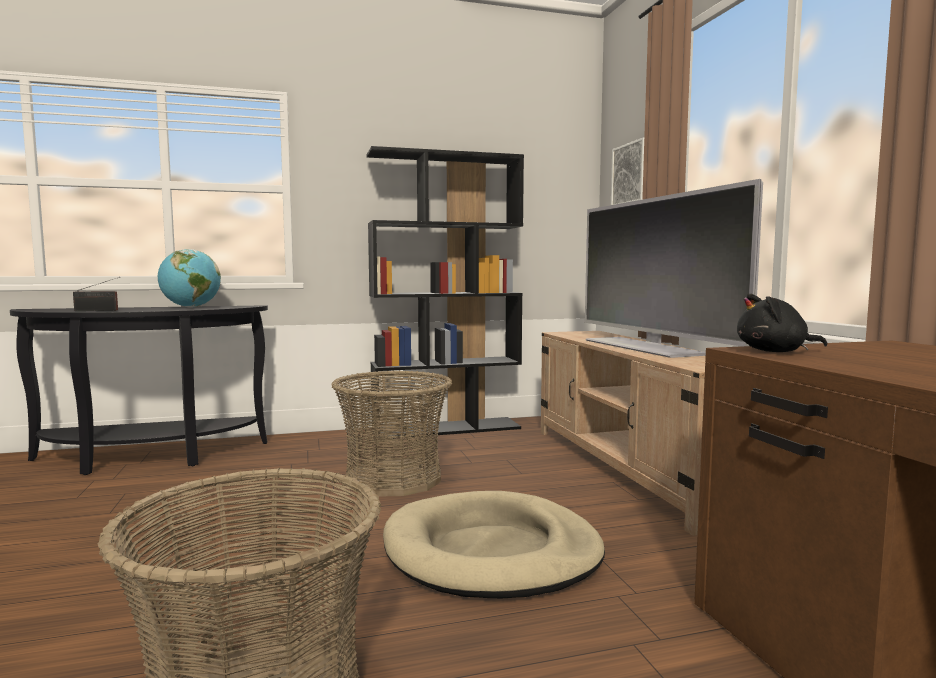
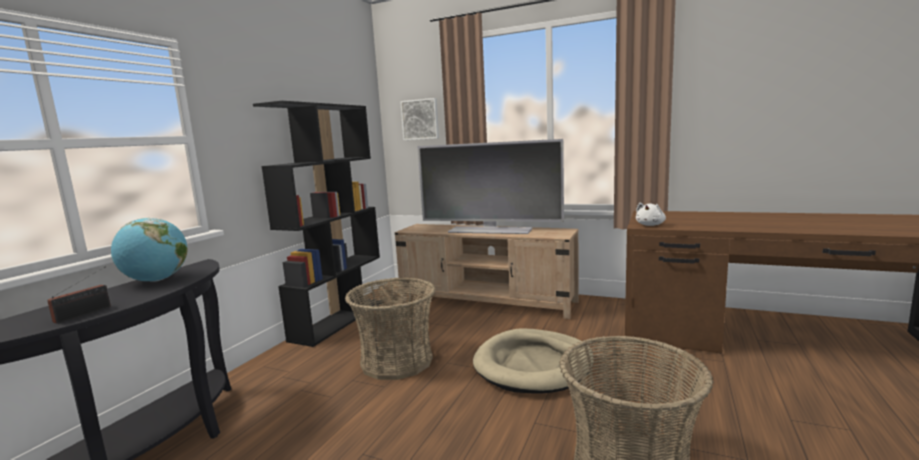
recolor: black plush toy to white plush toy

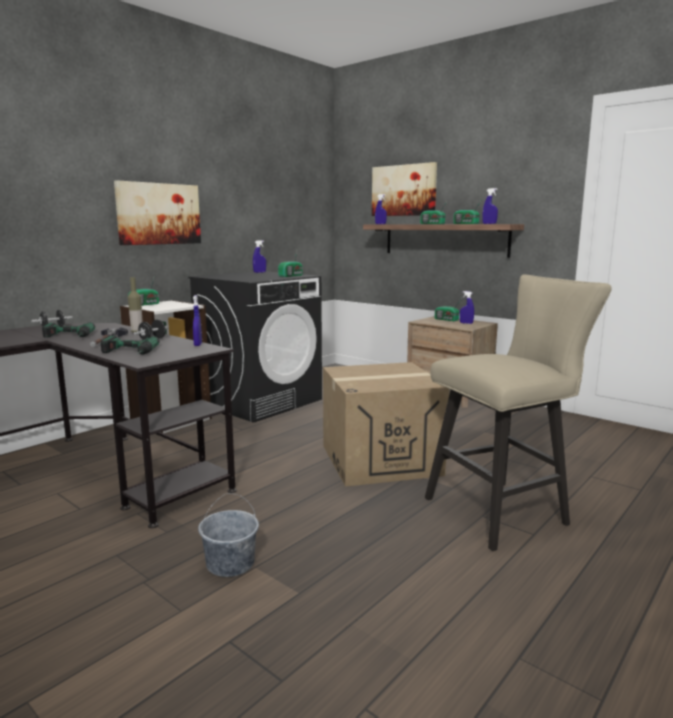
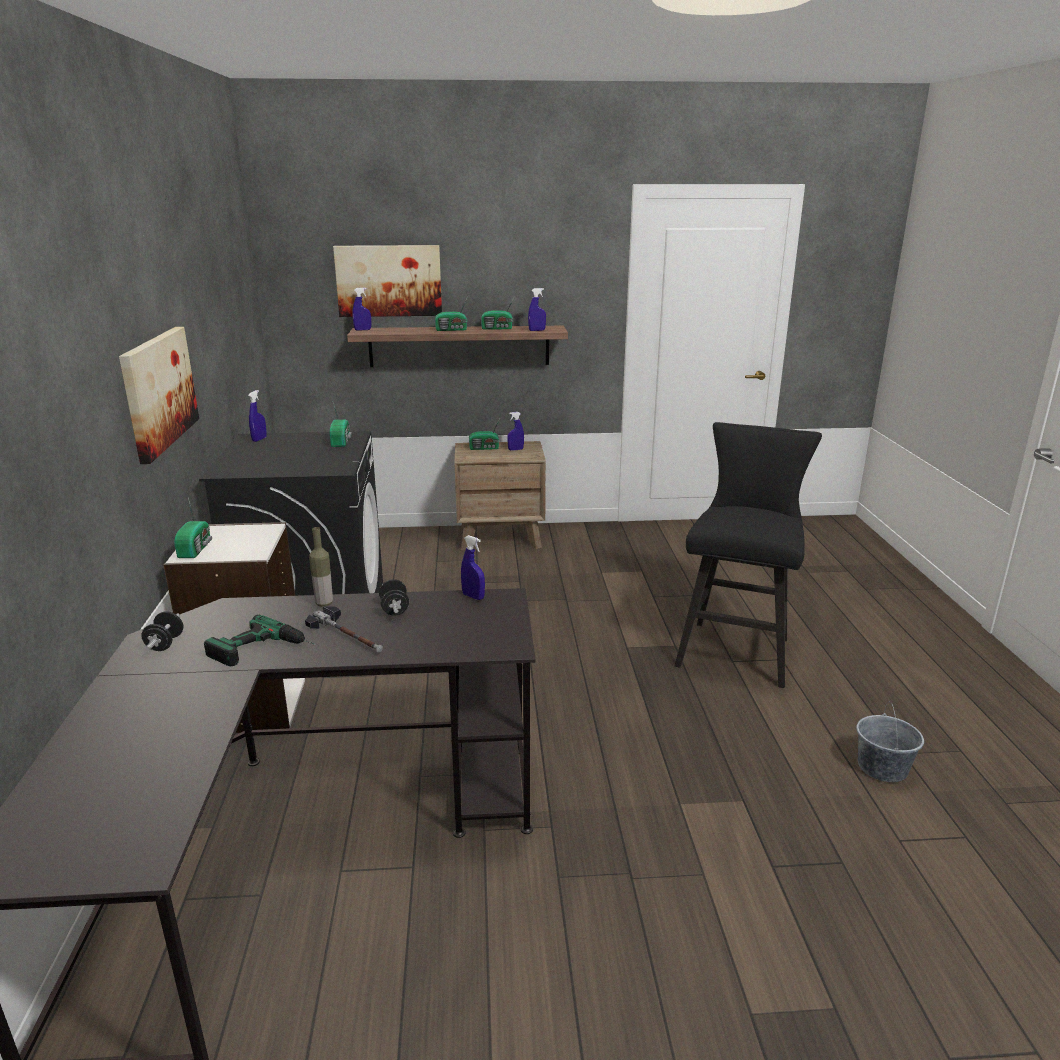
delete: power drill (2nd from left); cardboard box
move: grey bucket
recolor: beige stool to black stool

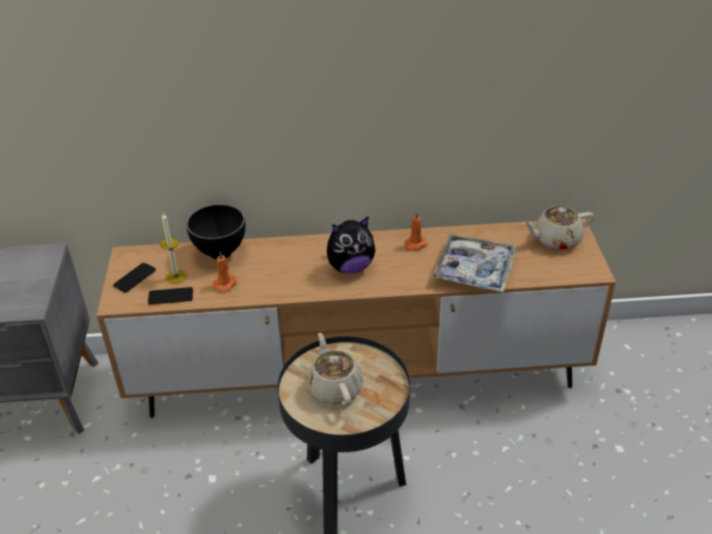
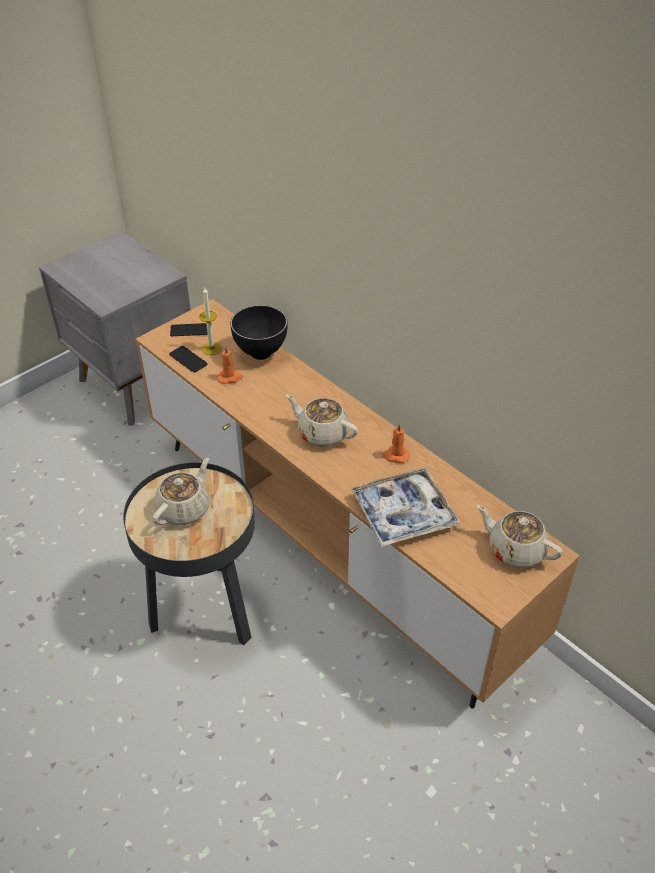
replace: plush toy to beige teapot (2nd from left)

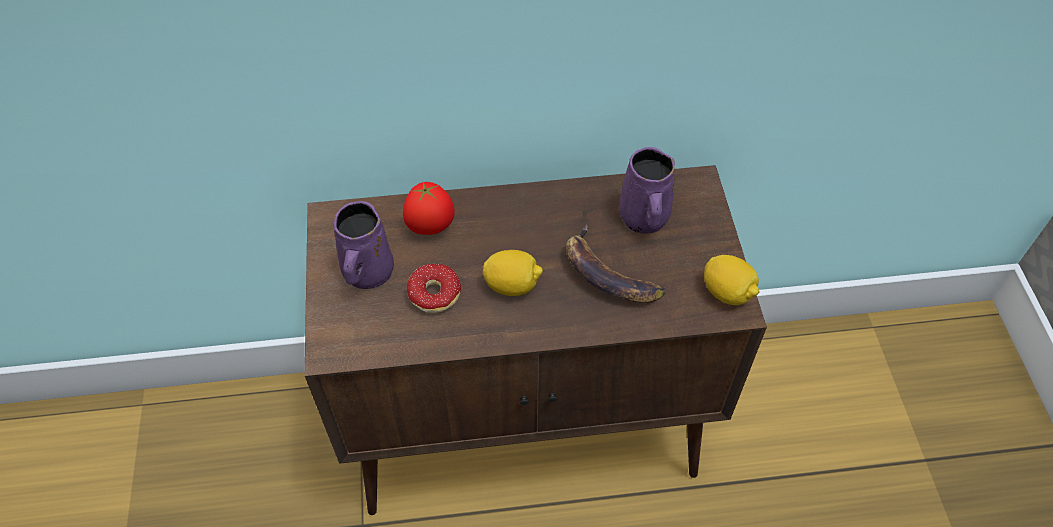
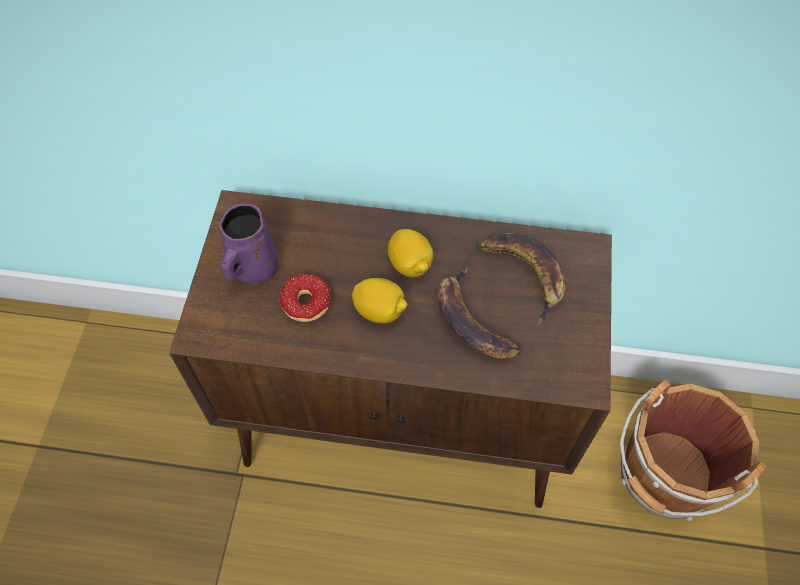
delete: tomato
insert: brown bucket
move: lemon (2nd from left)
replace: purple mug (2nd from left) to banana (2nd from left)

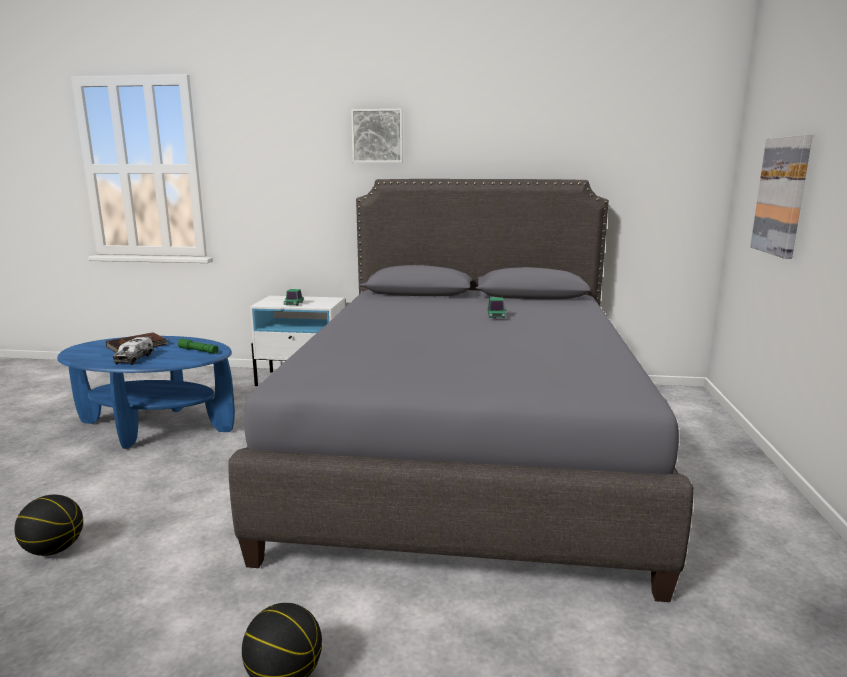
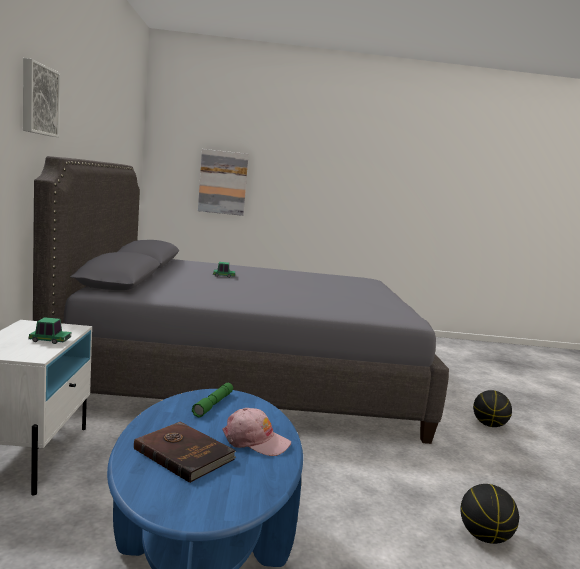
replace: toy truck to pink cap

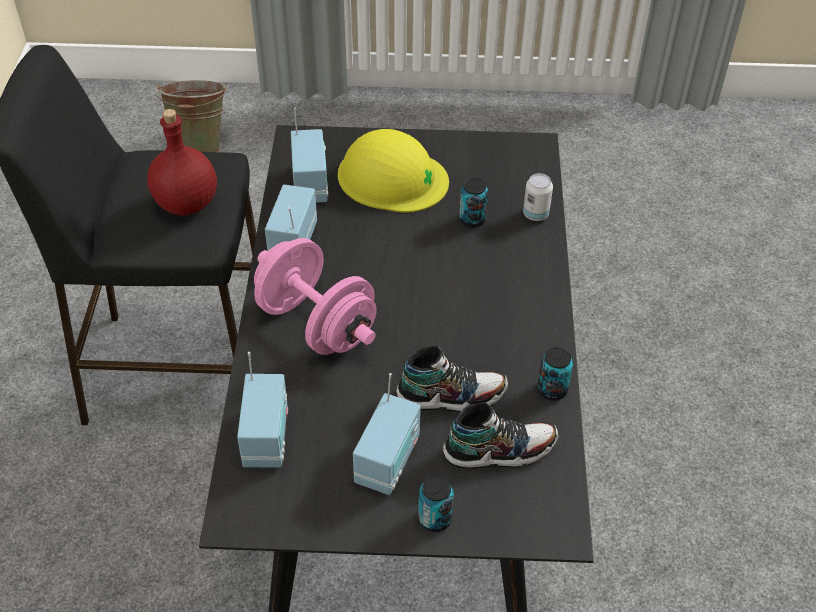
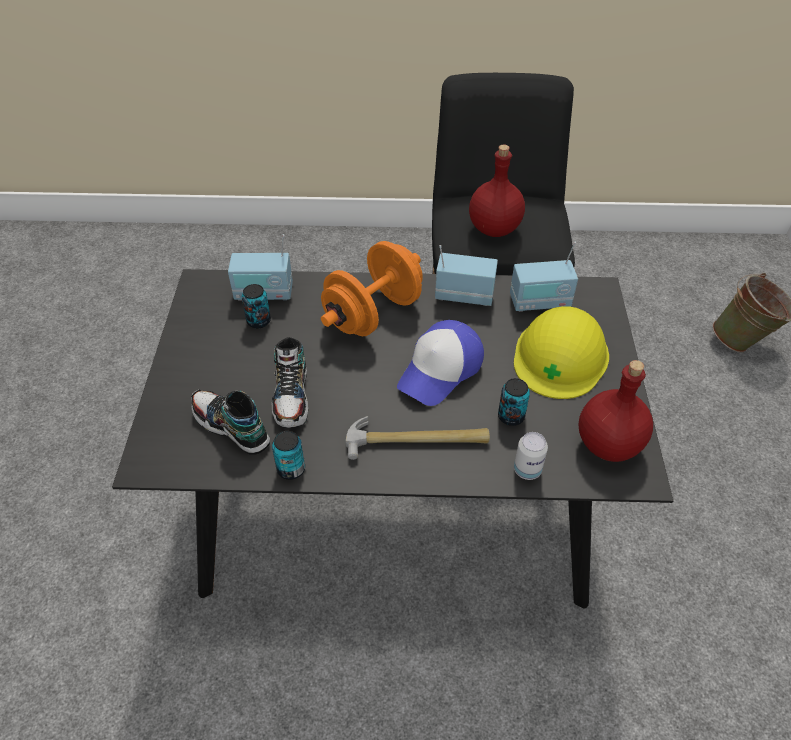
delete: radio (4th from left)
insert: hammer; cap; red bottle (2nd from left)
move: can (1st from left)
recolor: pink dumbbell to orange dumbbell
rotate: shoe (2nd from left in the first image) 135 degrees clockwise

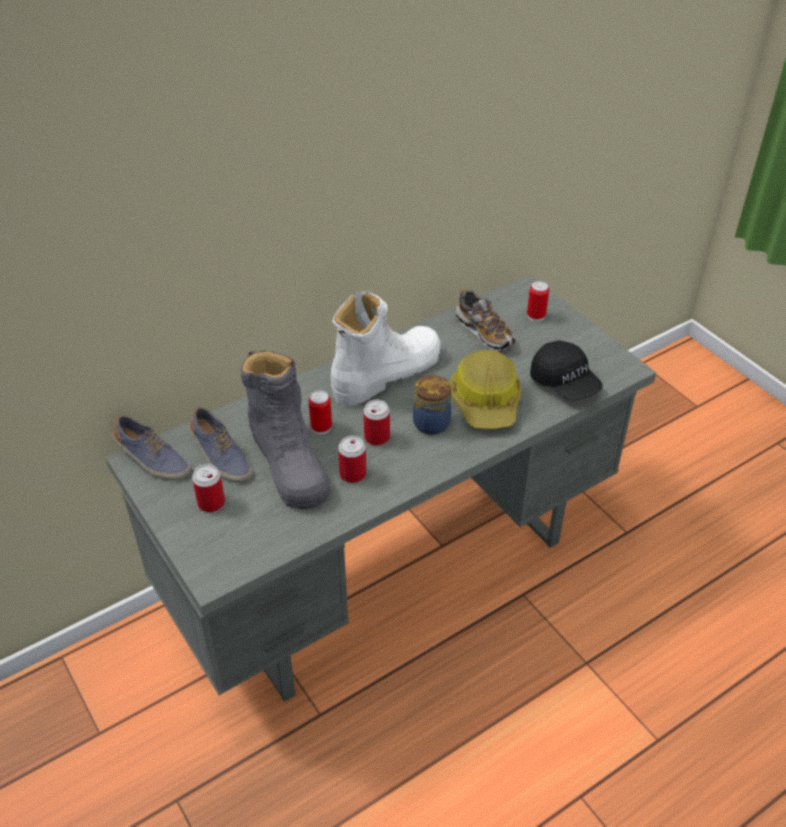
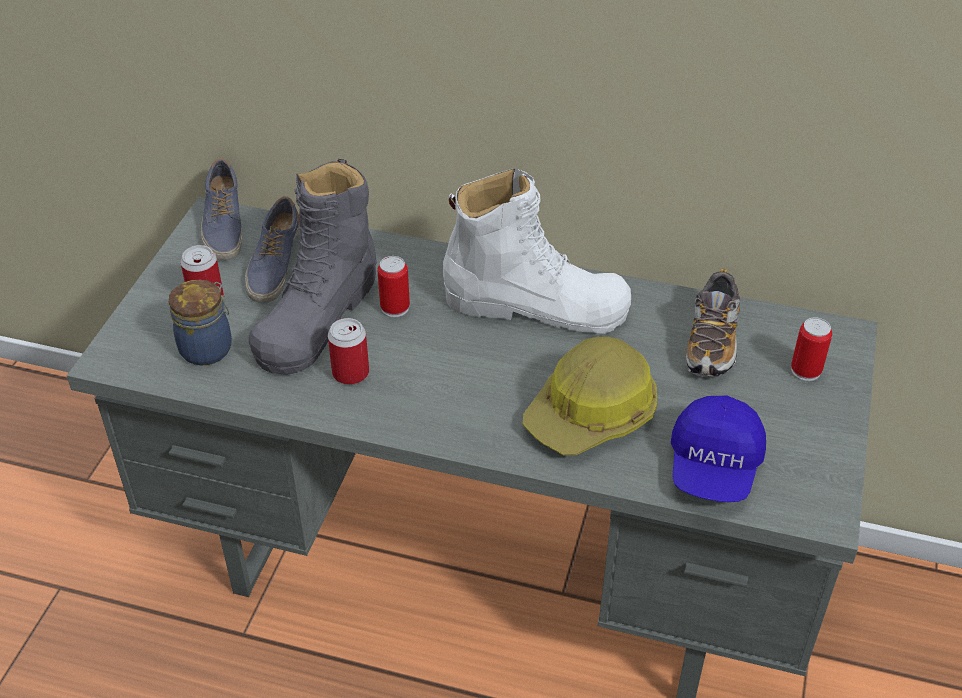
delete: can (4th from left)
move: jar
recolor: black cap to blue cap

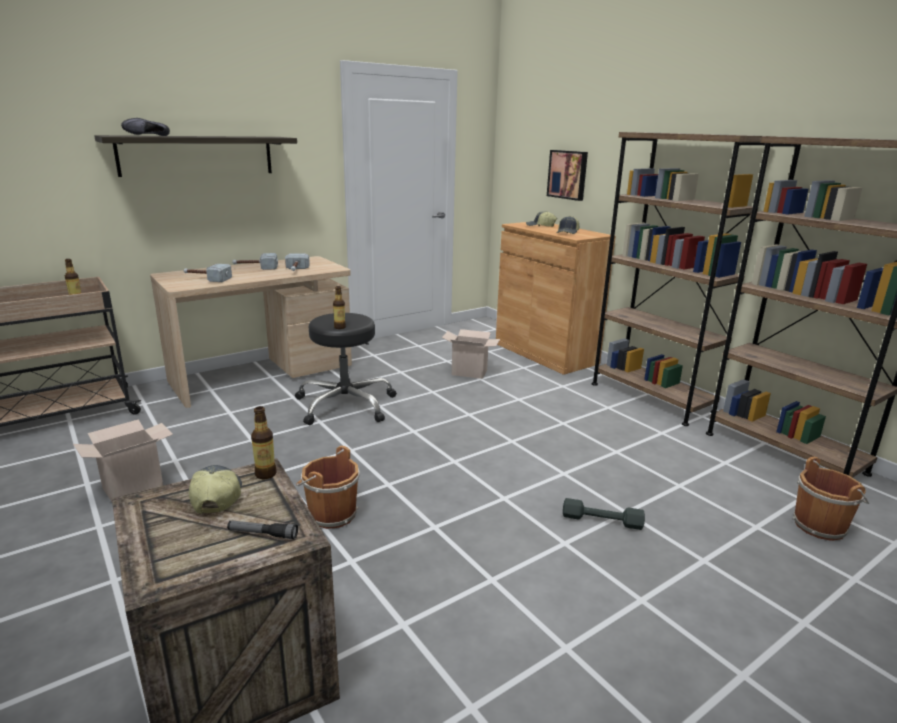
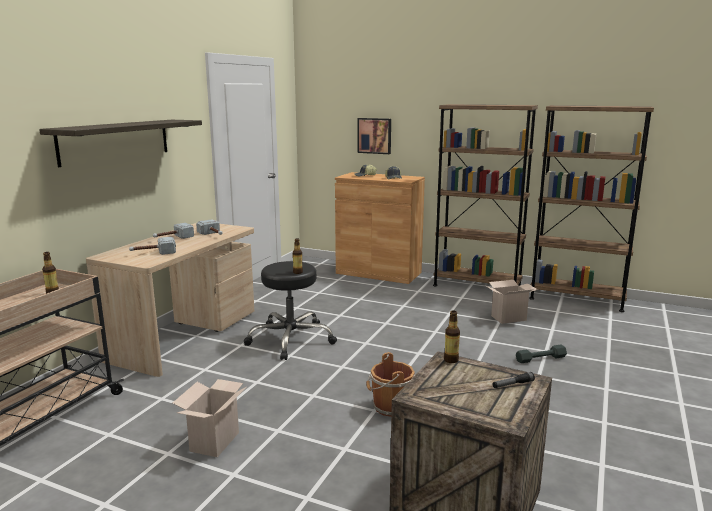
delete: black shoe; cap (1st from left); brown bucket (2nd from left)
move: cardboard box (2nd from left)

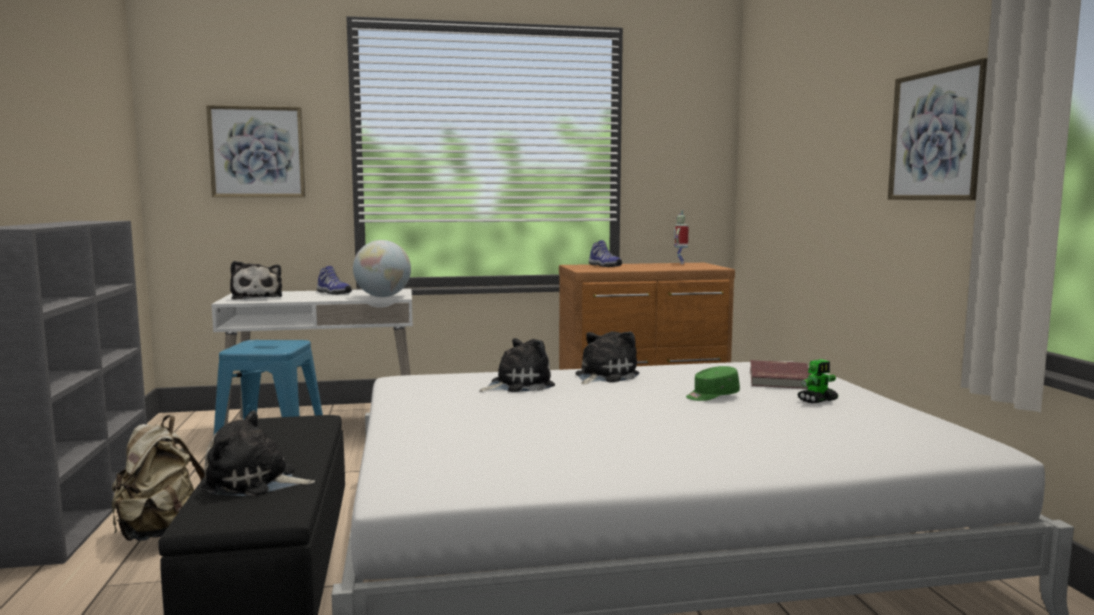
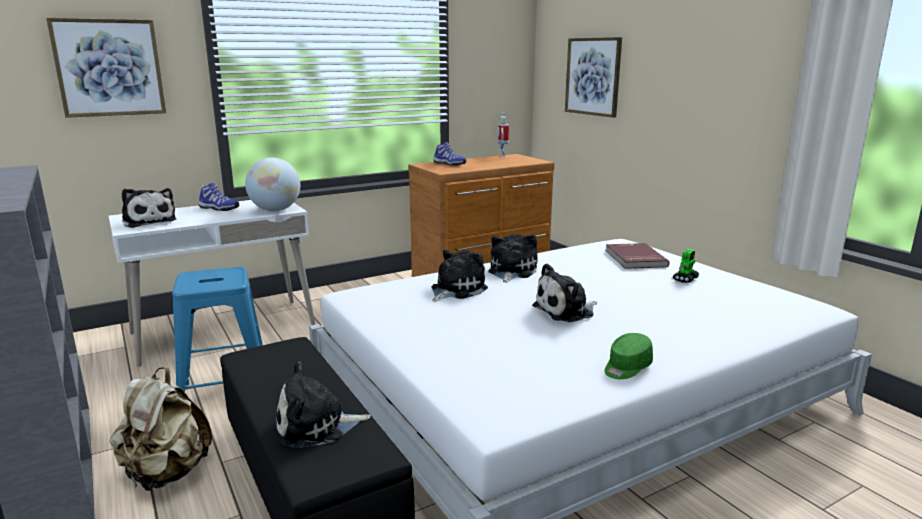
insert: plush toy (5th from left)
move: green cap; picture (2nd from left)

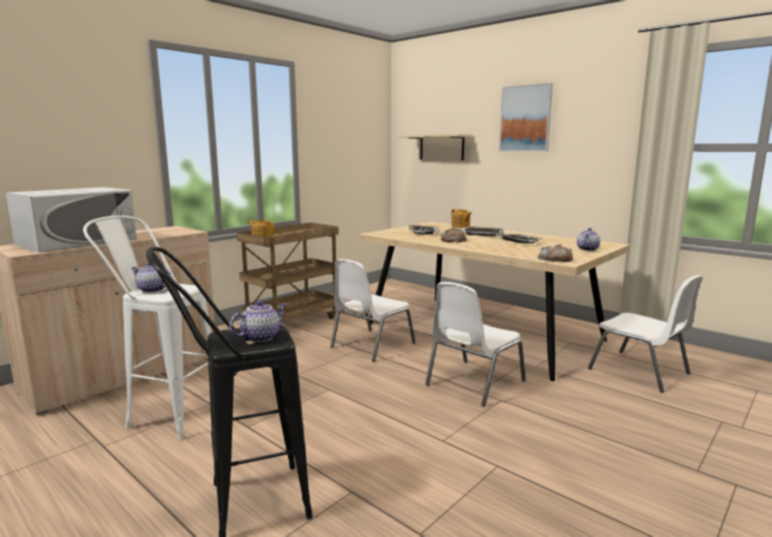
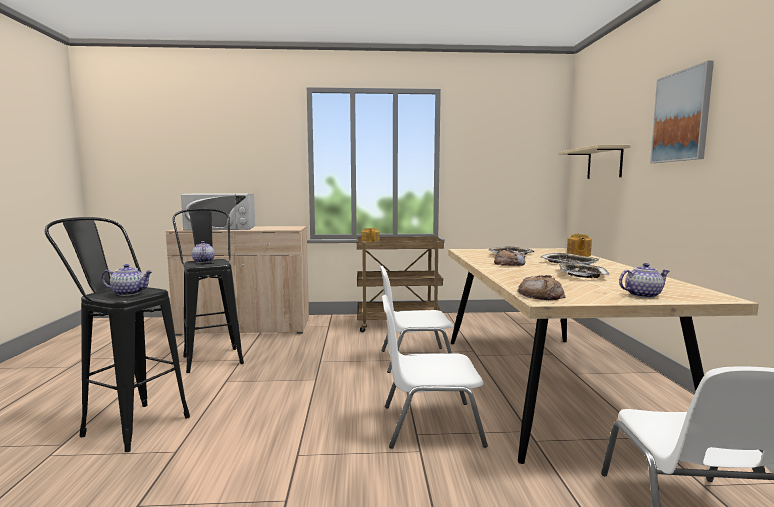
recolor: white stool to black stool (2nd from left)

